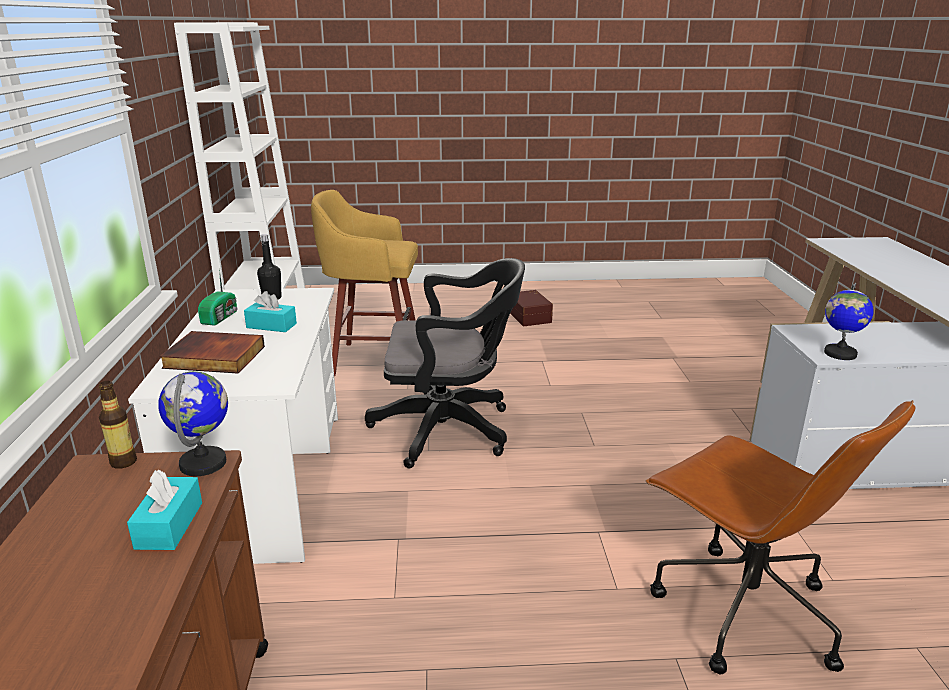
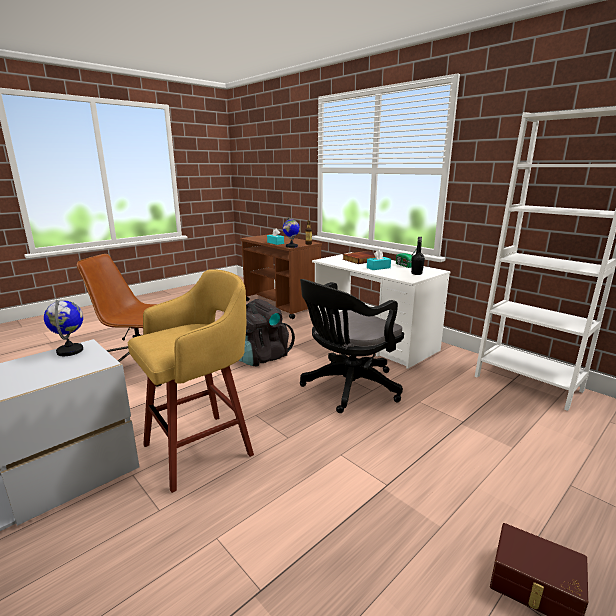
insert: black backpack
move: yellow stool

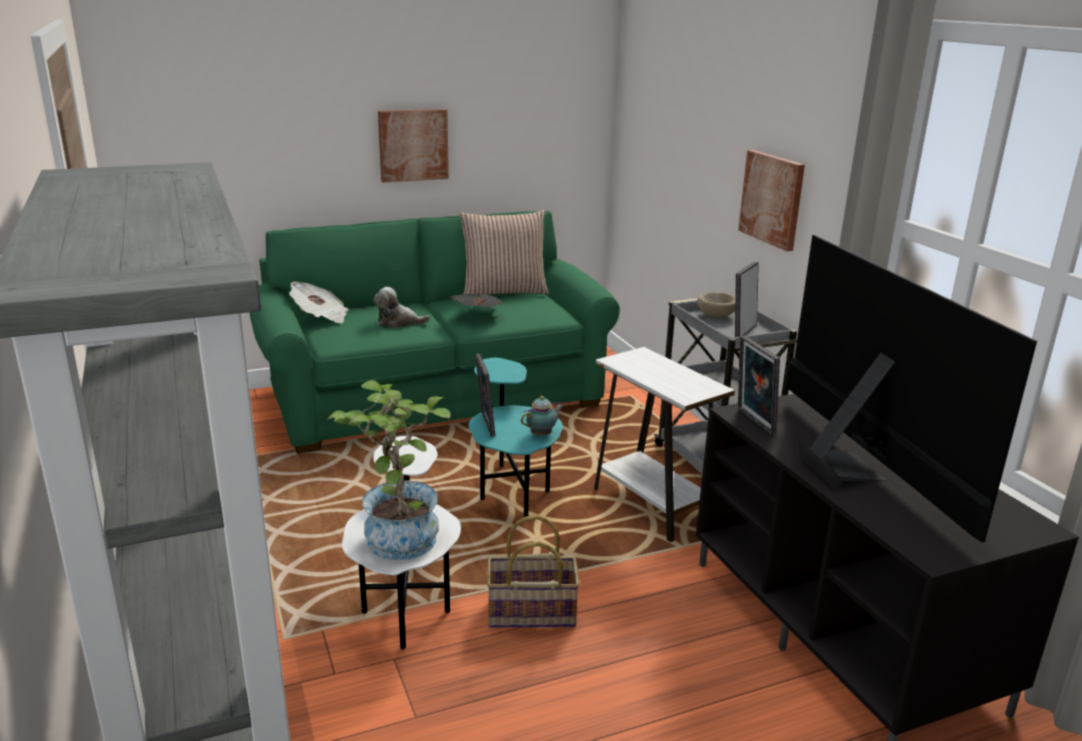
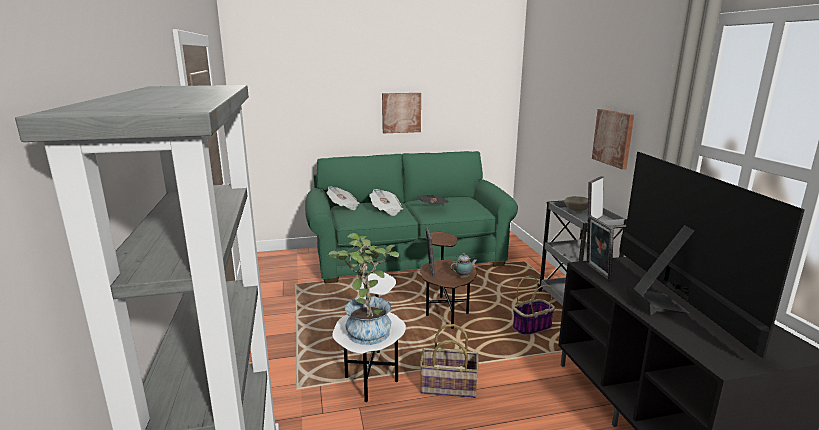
delete: pillow
replace: plush toy to newspaper (2nd from left); white side table (2nd from left) to basket (2nd from left)
recolor: turquoise side table to brown side table

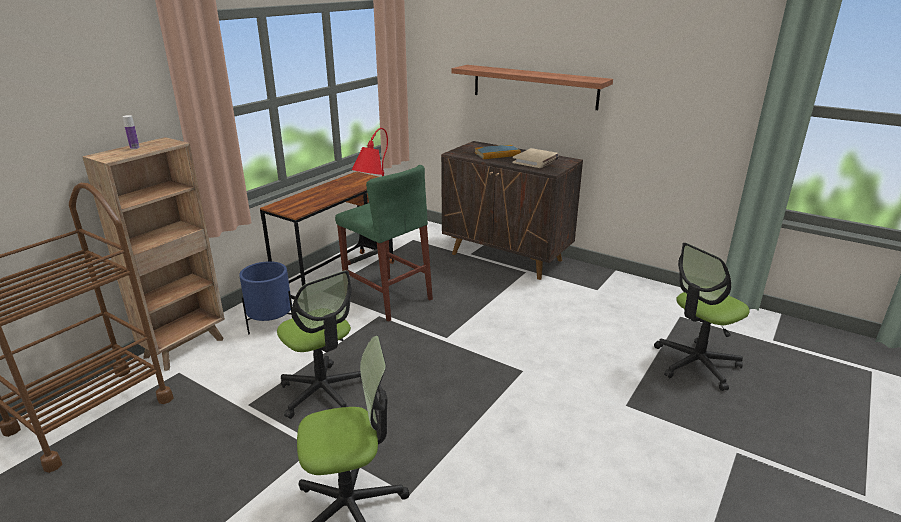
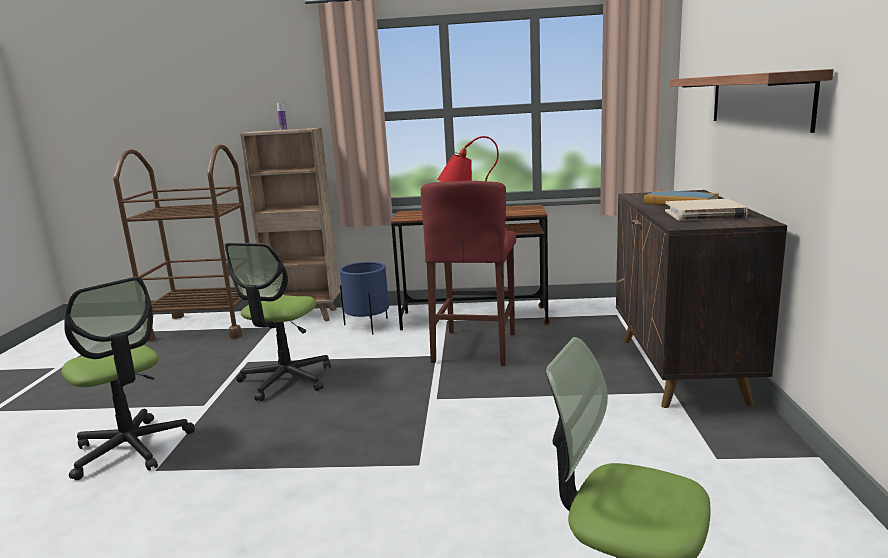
recolor: green stool to red stool

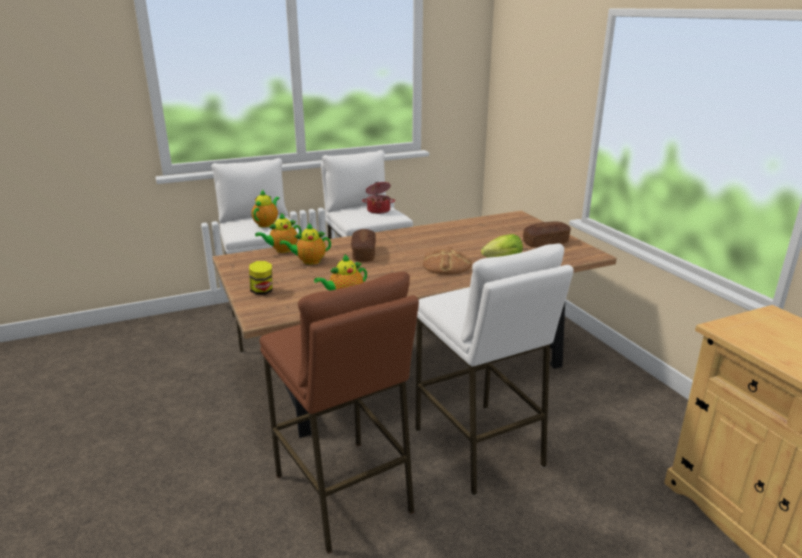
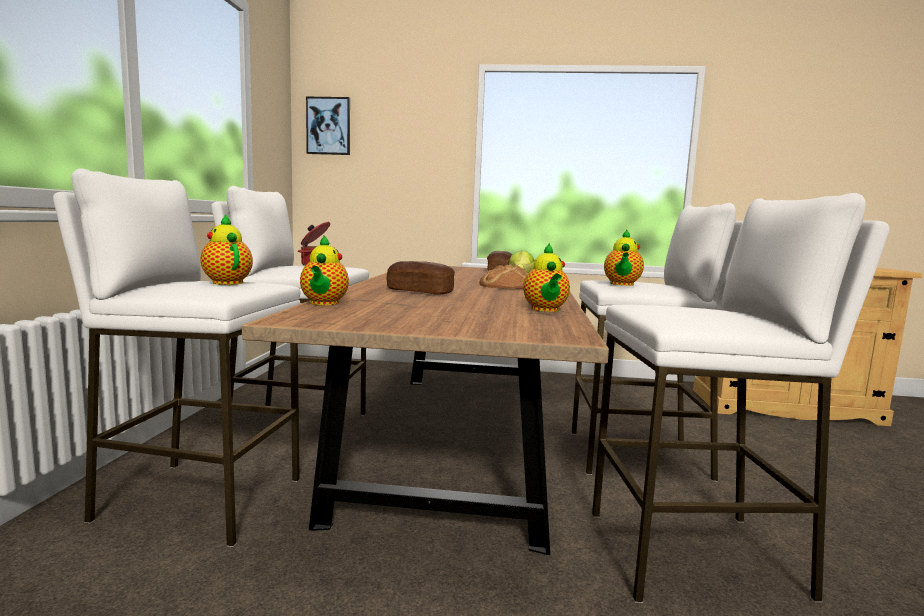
delete: jar
insert: picture
move: teapot (3rd from left in the first image) to teapot (4th from left)
recolor: brown stool to white stool (4th from left)

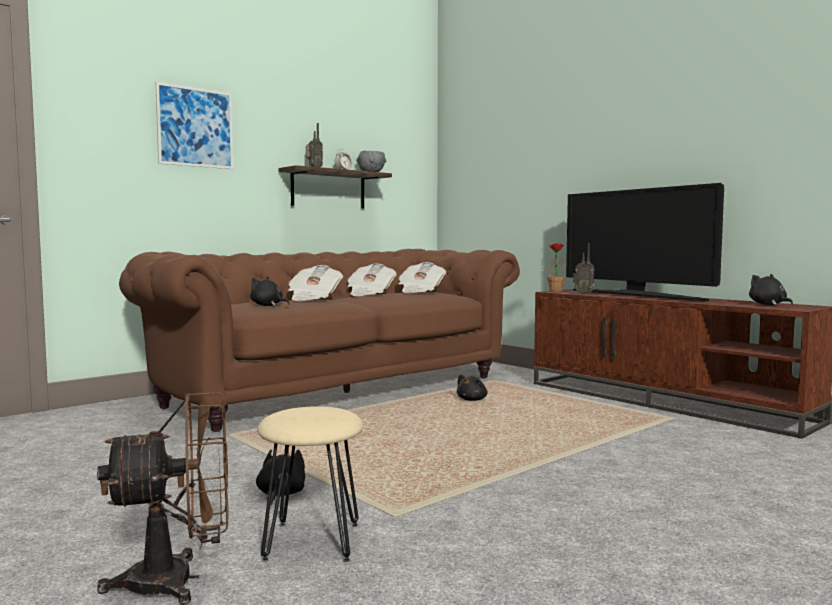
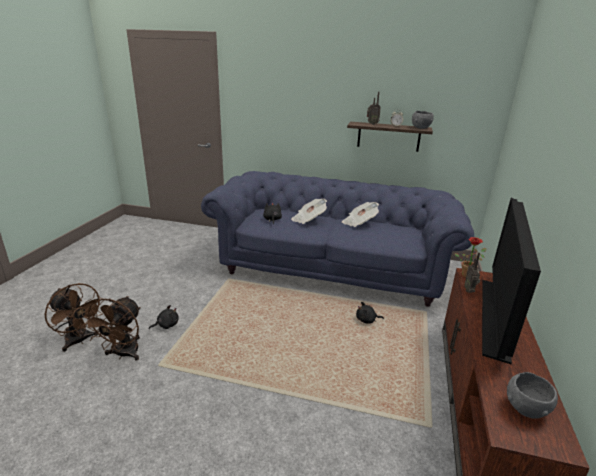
delete: picture; newspaper (3rd from left)
replace: beige stool to brown fan (2nd from left); black plush toy (4th from left) to grey bowl (2nd from left)
recolor: brown sofa to blue sofa

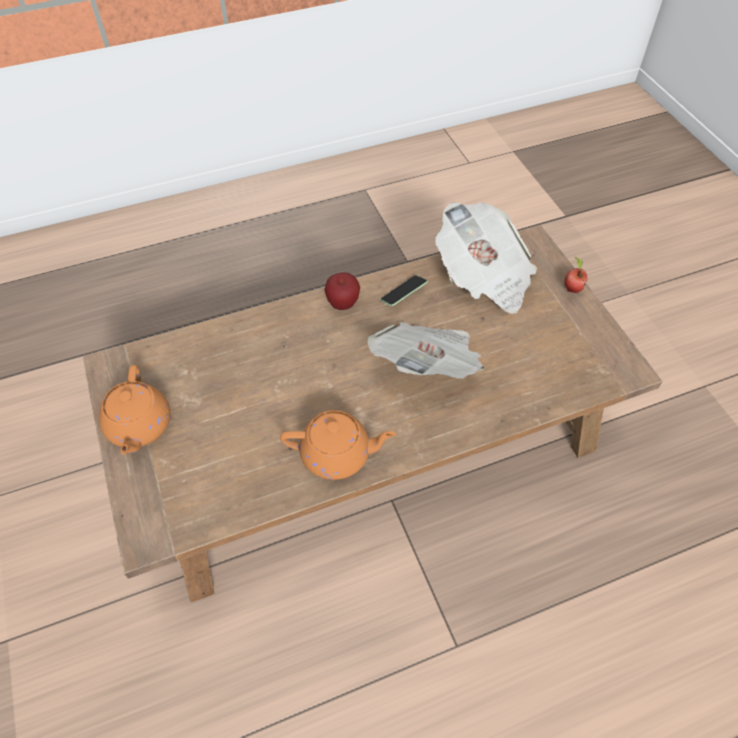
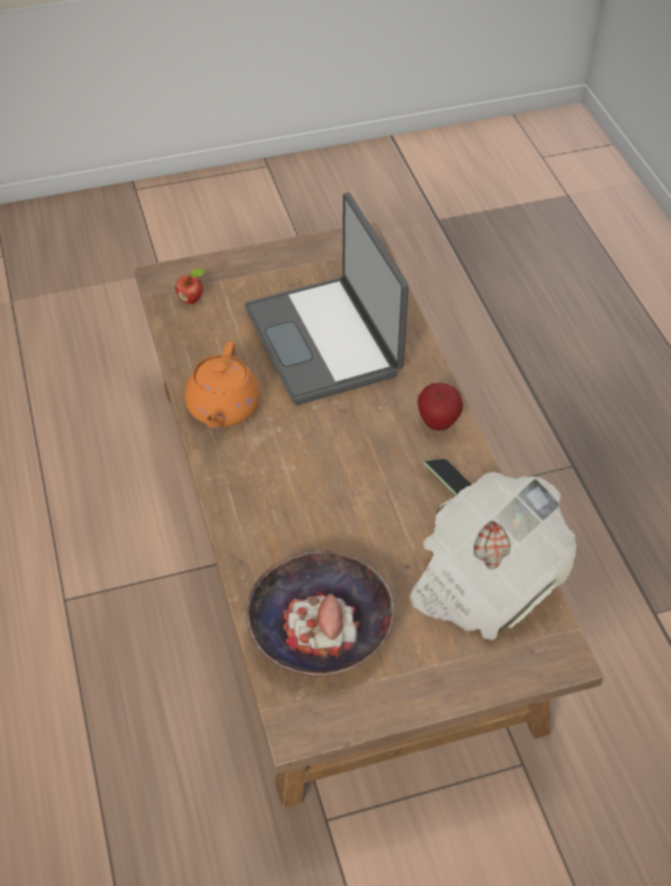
delete: orange teapot (1st from left); newspaper (1st from left)
insert: laptop; bowl
move: apple (2nd from left in the first image) to apple (1st from left)

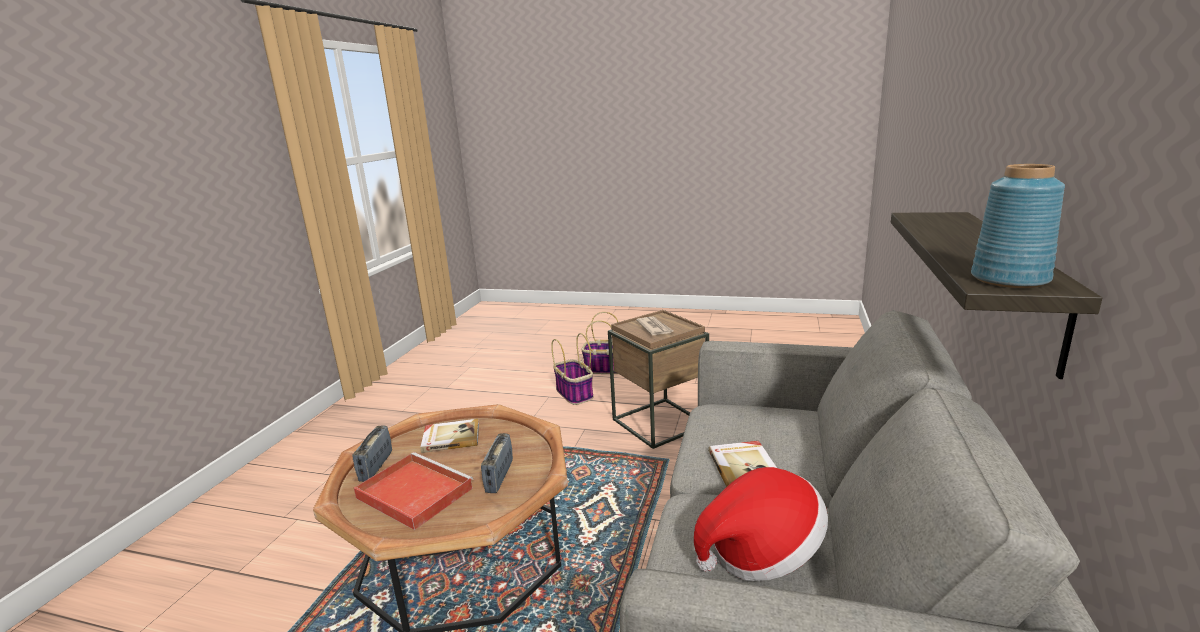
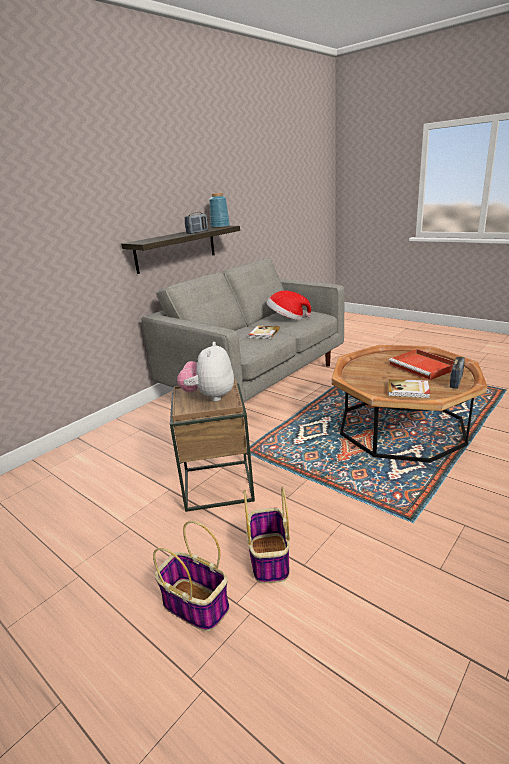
move: radio (2nd from left in the first image) to radio (1st from left)
replace: newspaper to plush toy

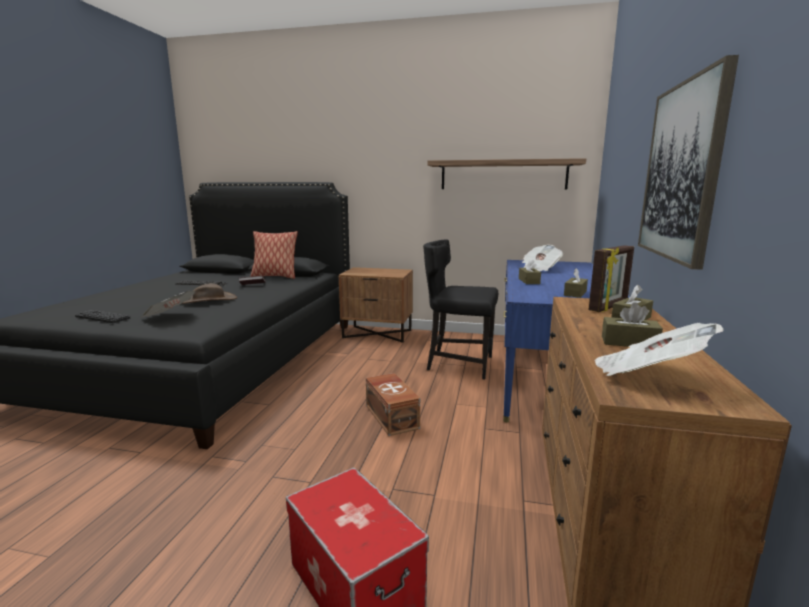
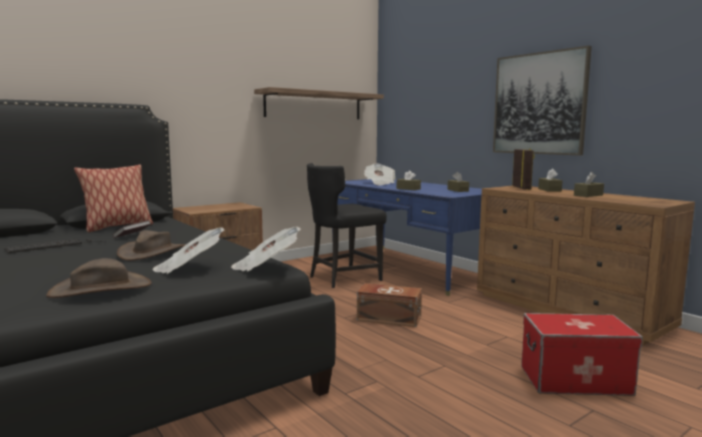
move: newspaper (3rd from left in the first image) to newspaper (2nd from left)
replace: keyboard (1st from left) to brown hat (1st from left)

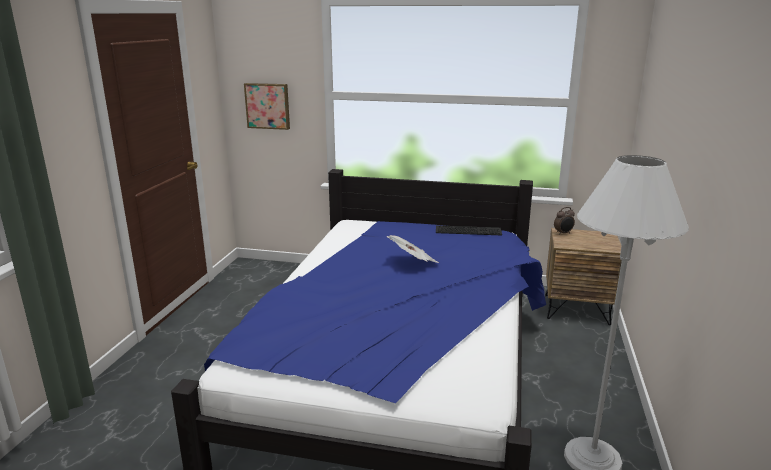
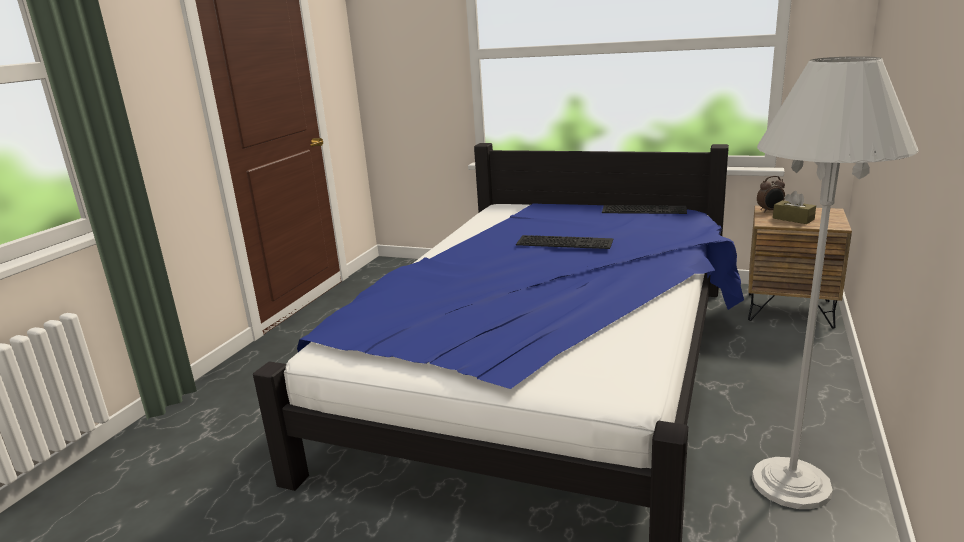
delete: picture
insert: brown tissue box
replace: newspaper to keyboard (1st from left)

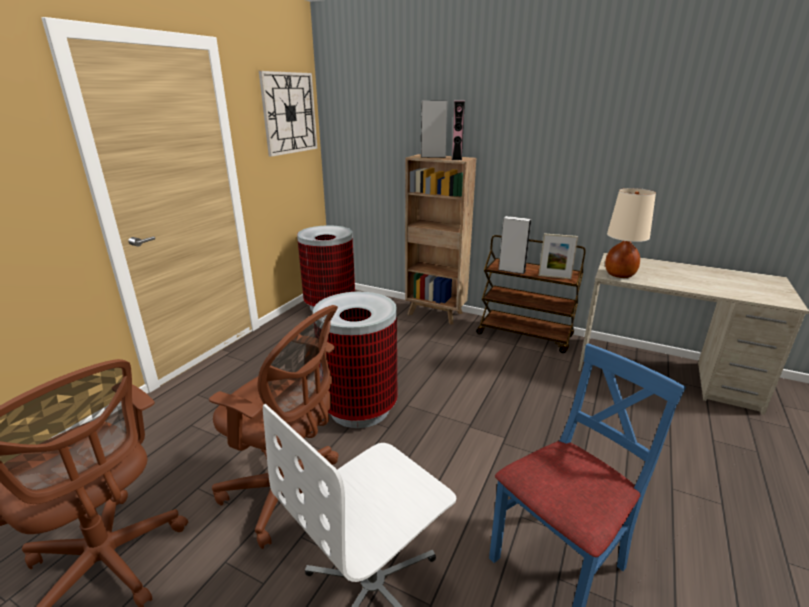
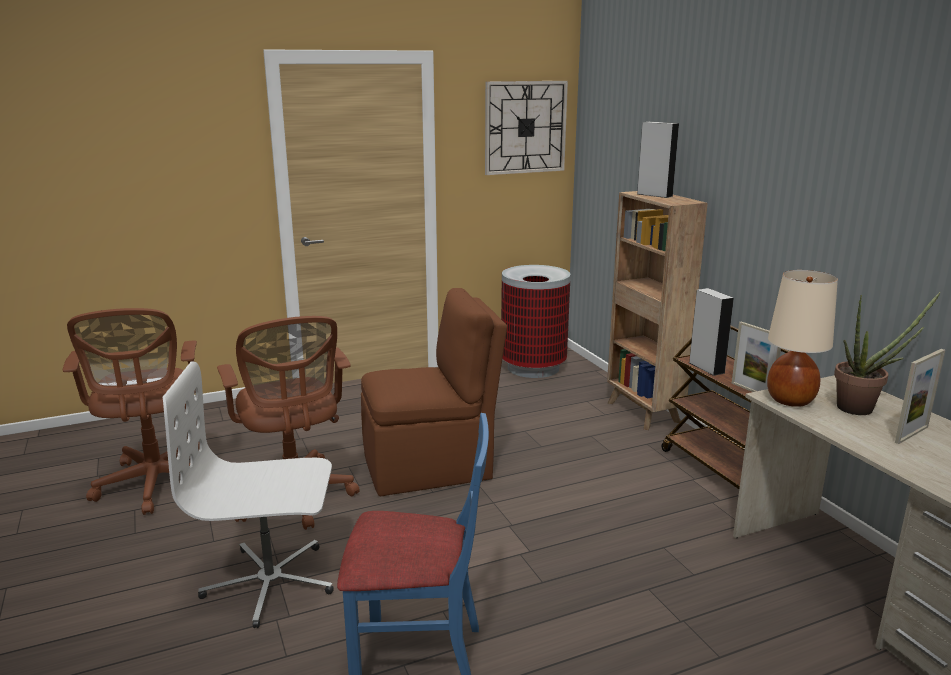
delete: pink speaker
insert: potted plant; picture frame (2nd from left)
replace: trash can (2nd from left) to brown chair

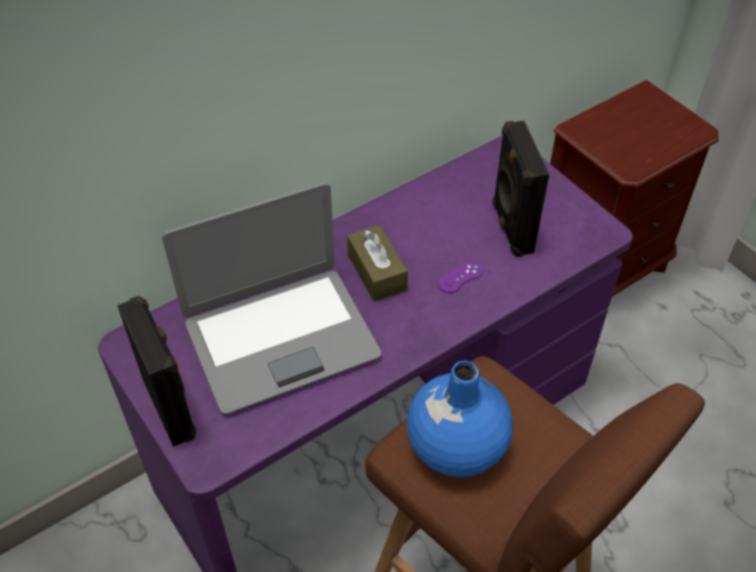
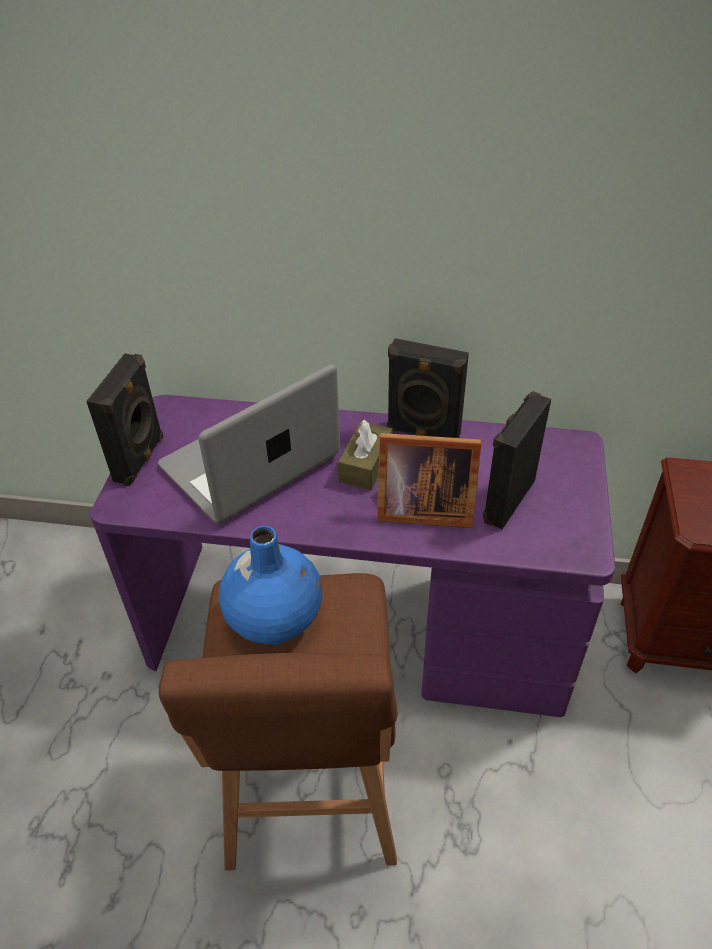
insert: black speaker (2nd from left)
replace: purple game controller to picture frame
rotate: laptop 120 degrees clockwise

